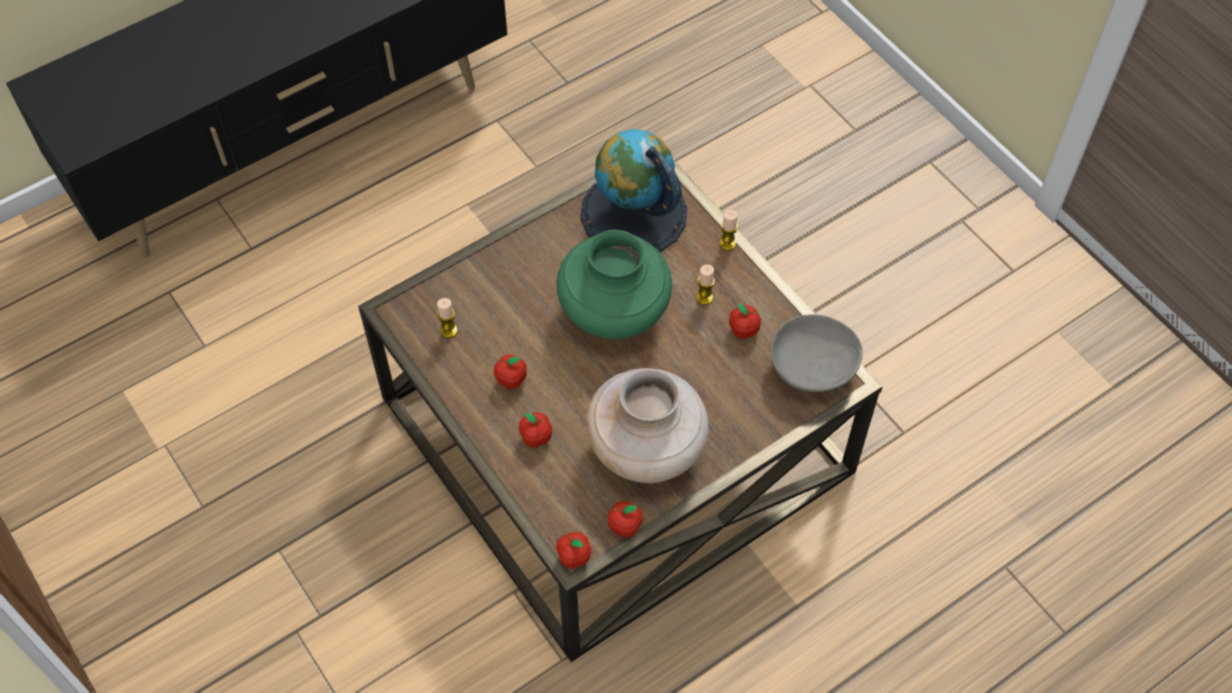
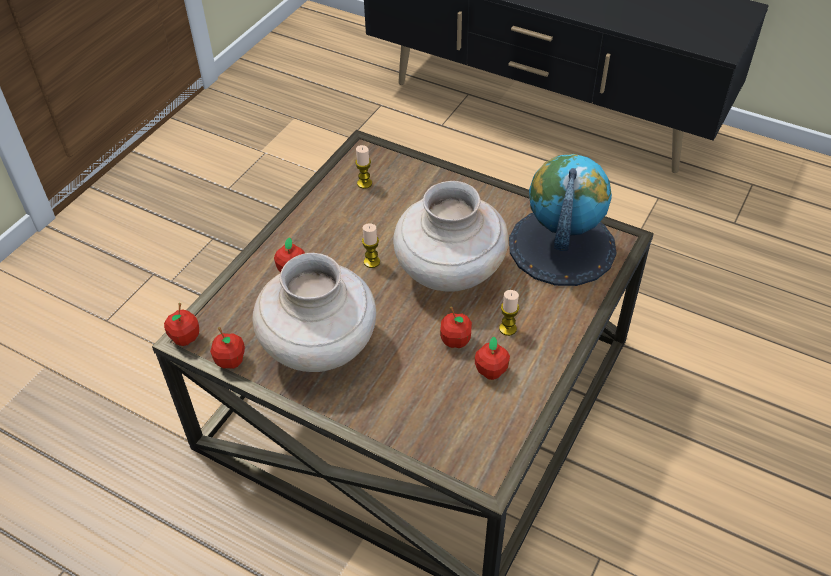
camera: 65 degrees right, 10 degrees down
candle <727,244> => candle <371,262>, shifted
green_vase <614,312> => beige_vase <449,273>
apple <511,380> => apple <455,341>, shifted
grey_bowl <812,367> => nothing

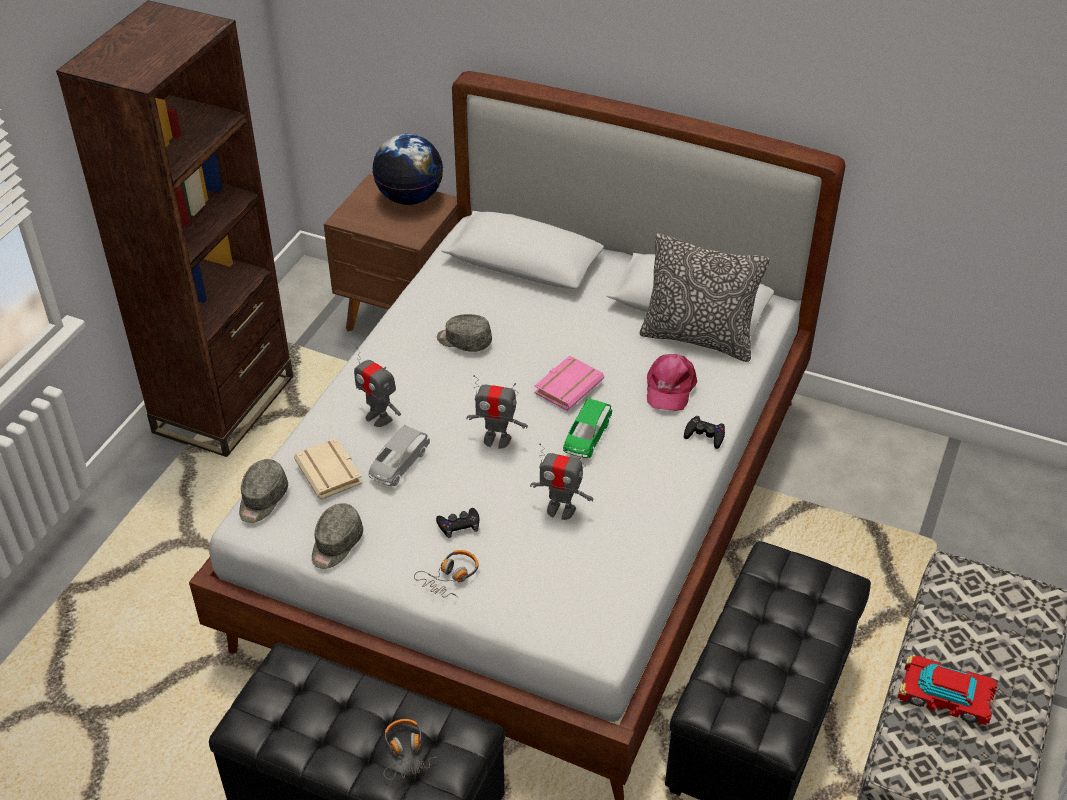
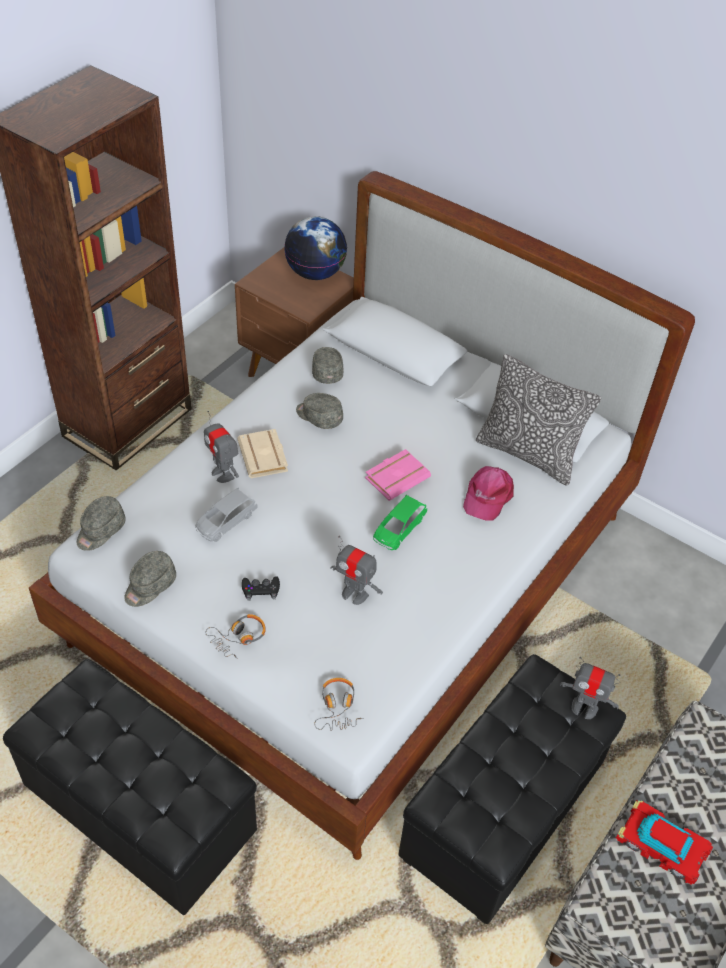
camera: 10 degrees right, 5 degrees up
beige_book <331,473> => beige_book <265,457>, shifted
nothing => grey_cap <326,370>
headphones <405,752> => headphones <337,708>, shifted
toy_robot <497,439> => toy_robot <584,708>, shifted
black_game_controller <705,435> => nothing

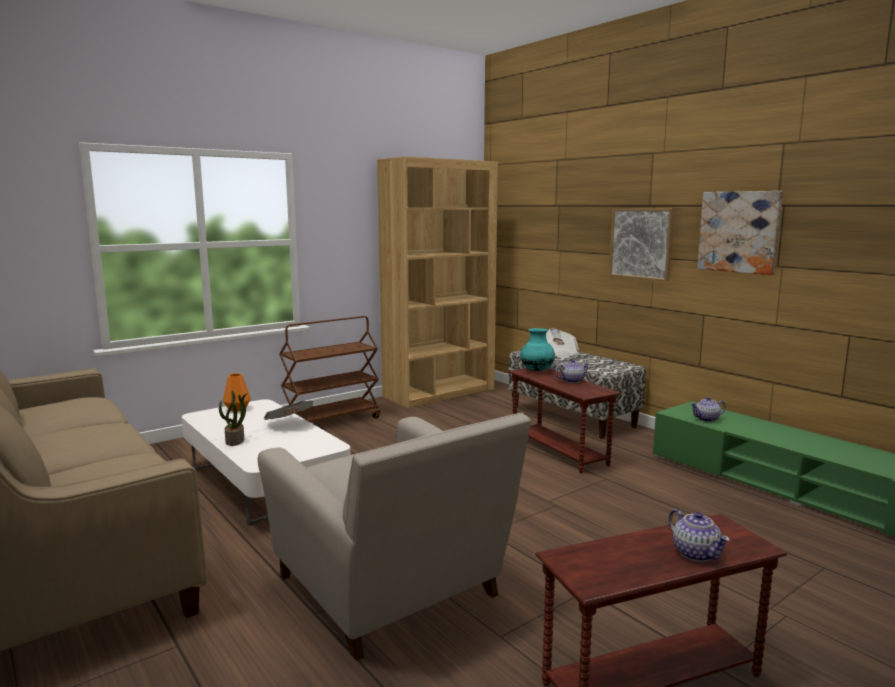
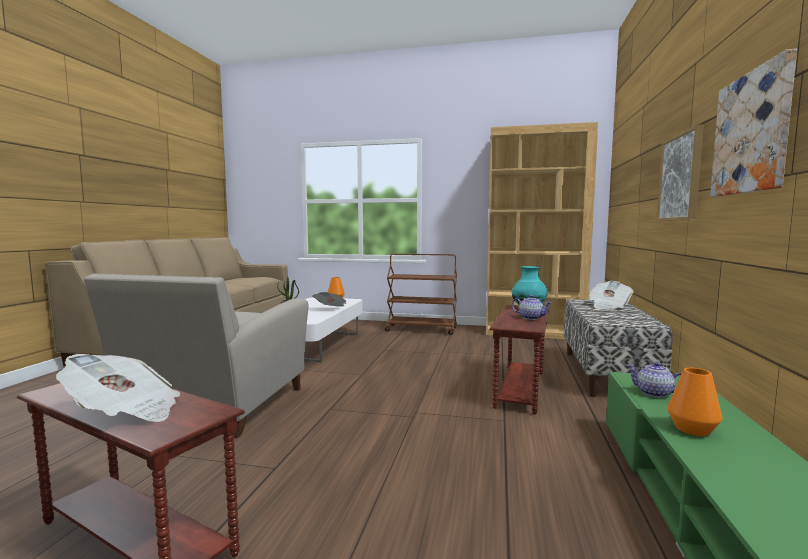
camera: 50 degrees right, 5 degrees down
teapot <695,553> => newspaper <126,412>
nothing => orange_vase <692,429>

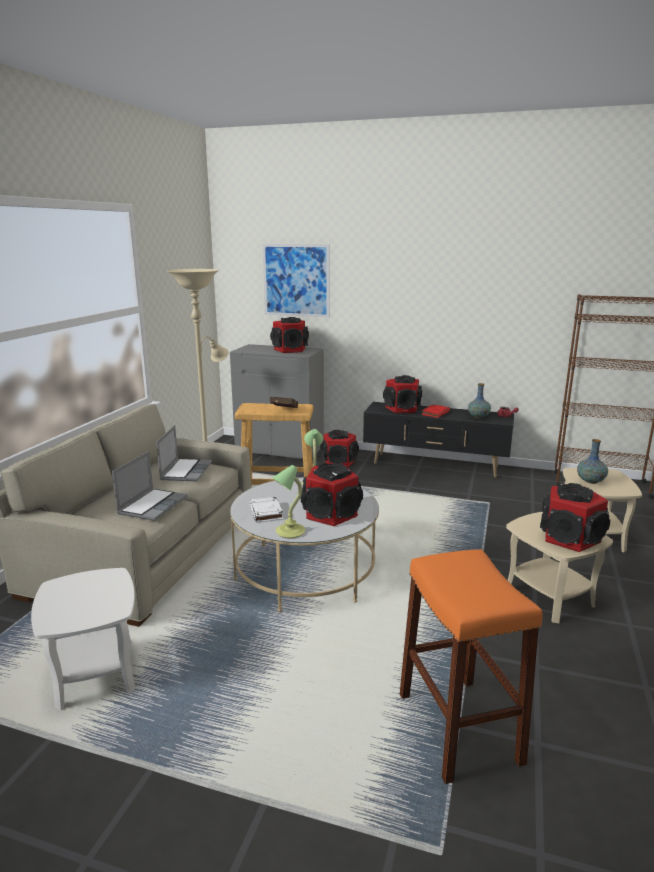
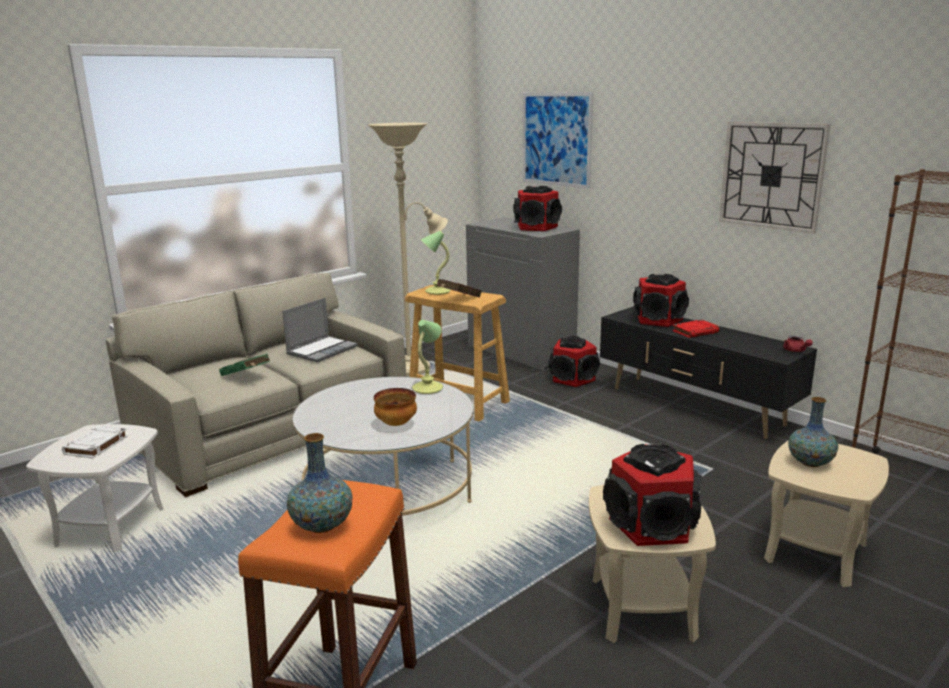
camera: 30 degrees right, 0 degrees up
white_book <266,513> => white_book <96,446>, shifted
laptop <152,505> => green_book <246,377>
vase <478,417> => vase <322,525>, shifted
speaker <331,514> => bowl <396,424>
table_lamp <289,532> => table_lamp <436,291>, shifted
nothing => wall_clock <772,175>

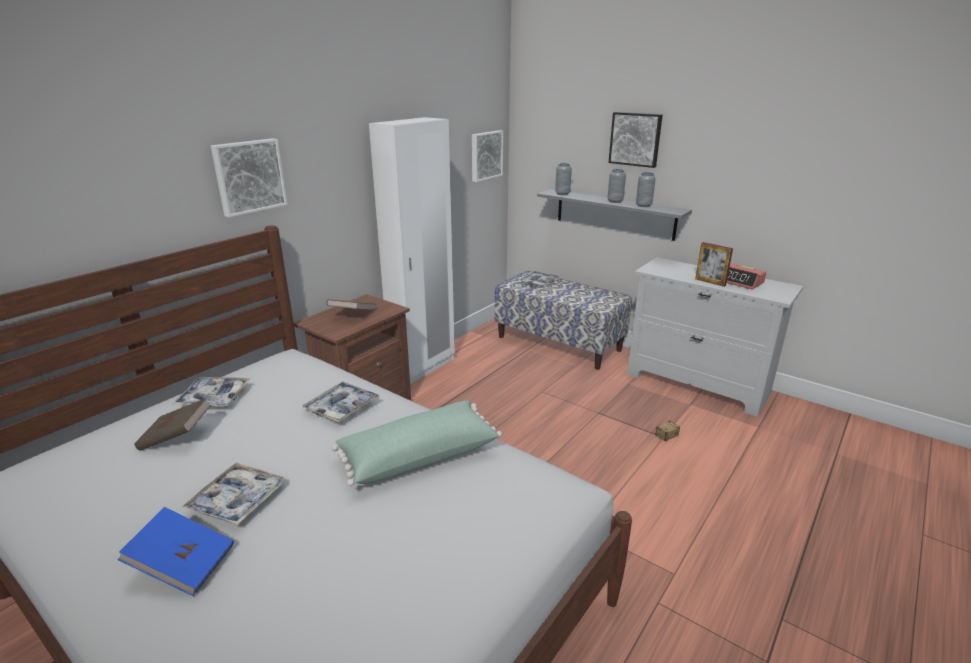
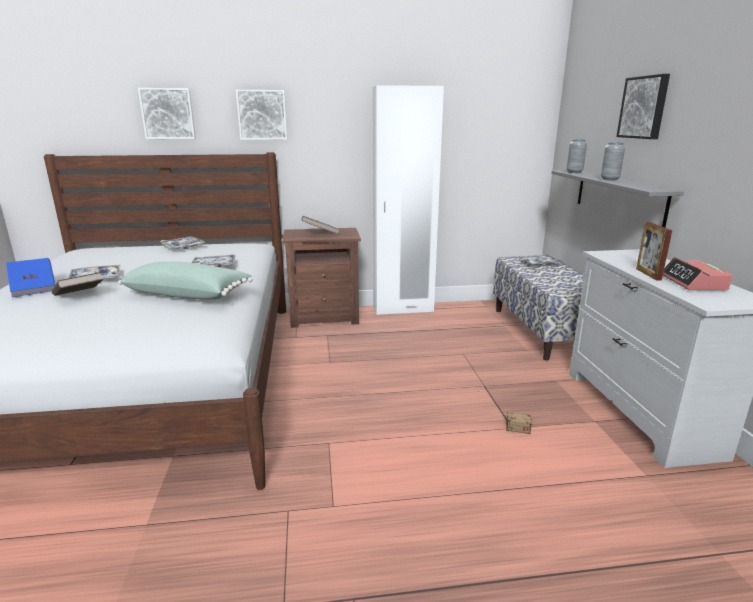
camera: 45 degrees right, 5 degrees down
brown_book <177,437> => brown_book <79,296>, shifted
picture <485,155> => picture <168,113>, shifted
grey_vase <643,206> => nothing

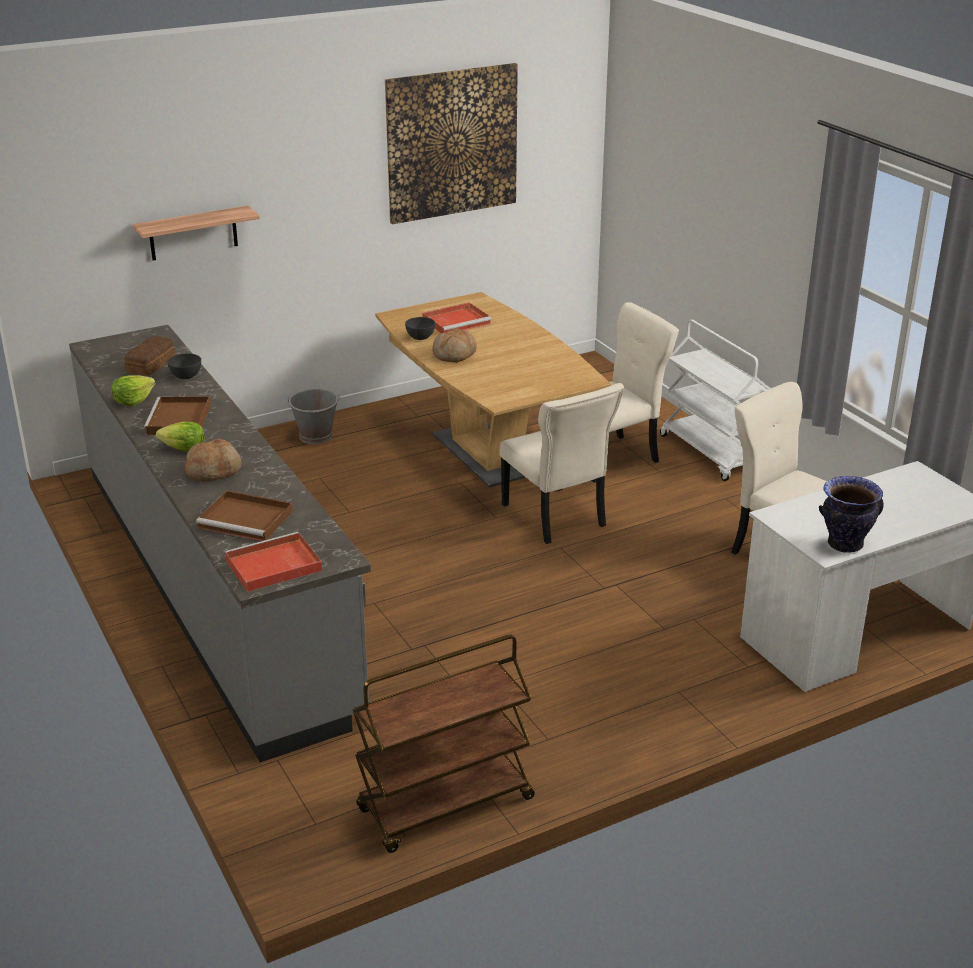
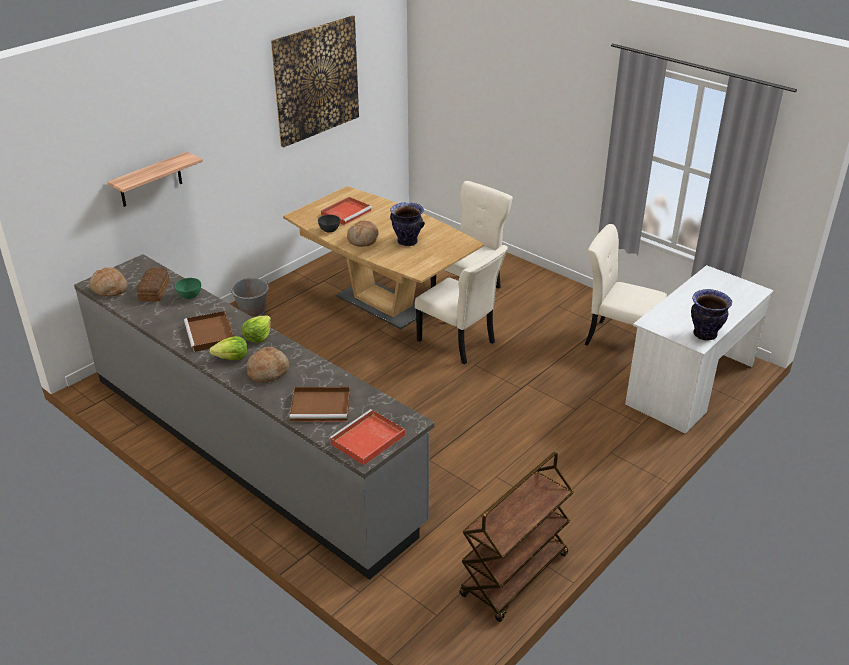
camera: 20 degrees left, 5 degrees up
nothing => bread <109,289>
grey_bowl <186,376> => green_bowl <189,296>
lettuce <133,400> => lettuce <258,336>, shifted
nothing => vase <407,242>
white_cart <712,453> => nothing

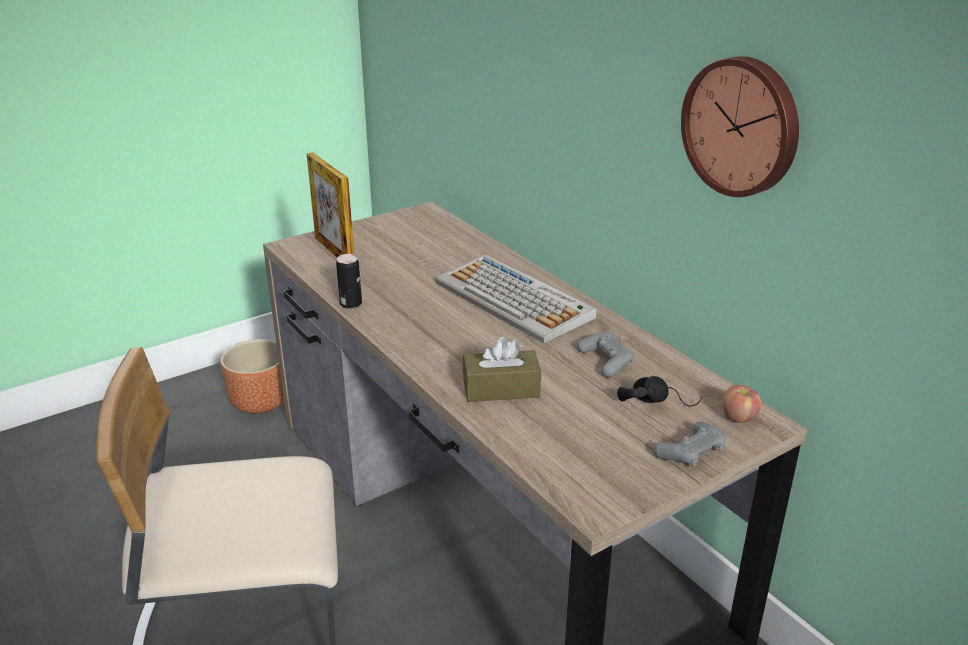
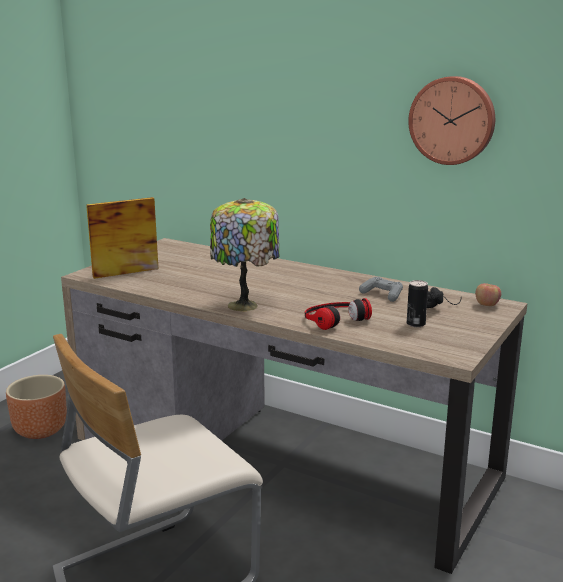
camera: 25 degrees left, 10 degrees down
picture_frame <334,252> => picture_frame <126,272>, 120 degrees clockwise
nothing => table_lamp <245,306>
brown_tissue_box <501,389> => headphones <334,318>
can <351,304> => can <416,324>, shifted
keyboard <515,300> => nothing
grey_game_controller <691,453> => nothing

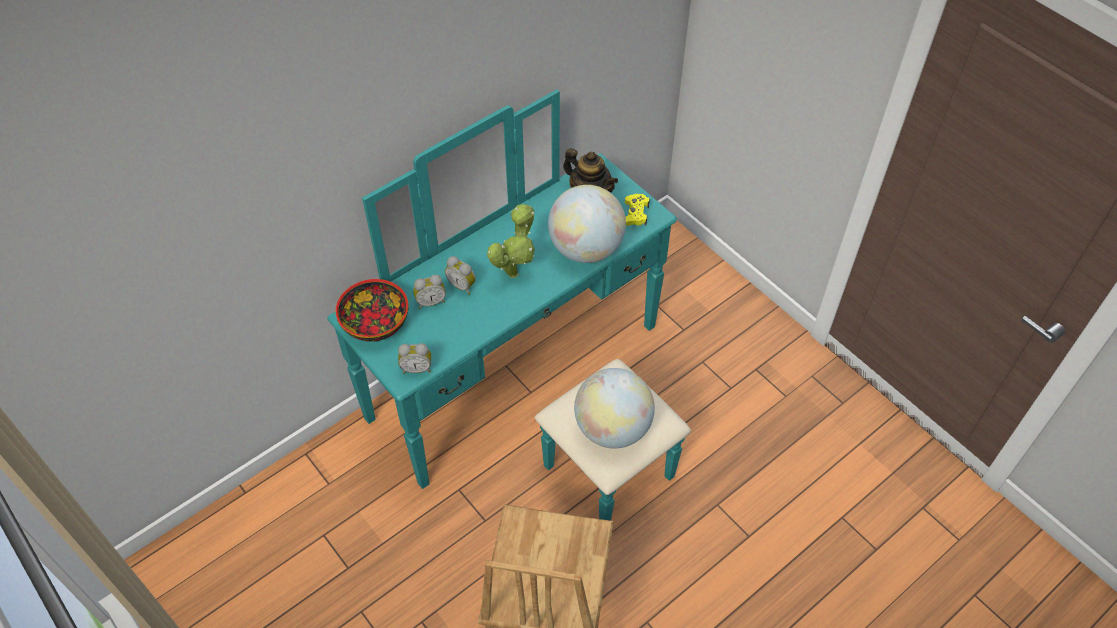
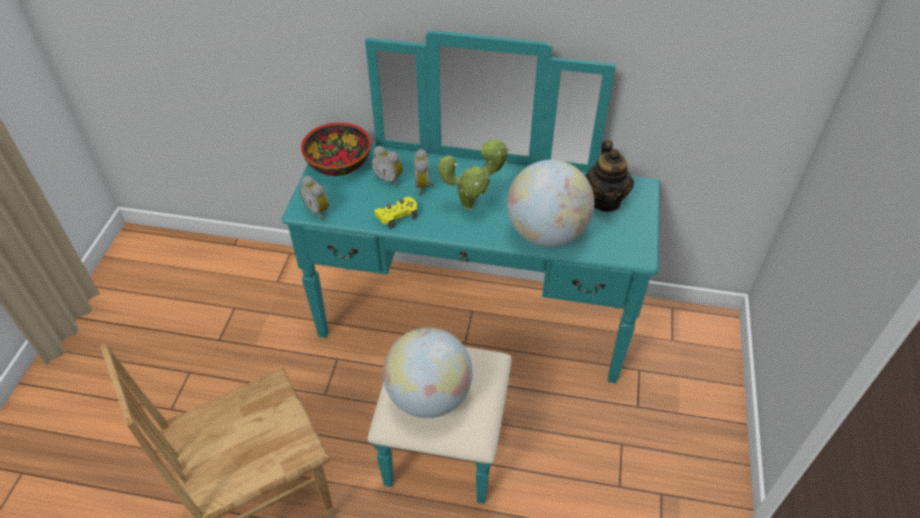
camera: 50 degrees right, 5 degrees down
yellow_game_controller <635,214> => yellow_game_controller <397,215>, shifted

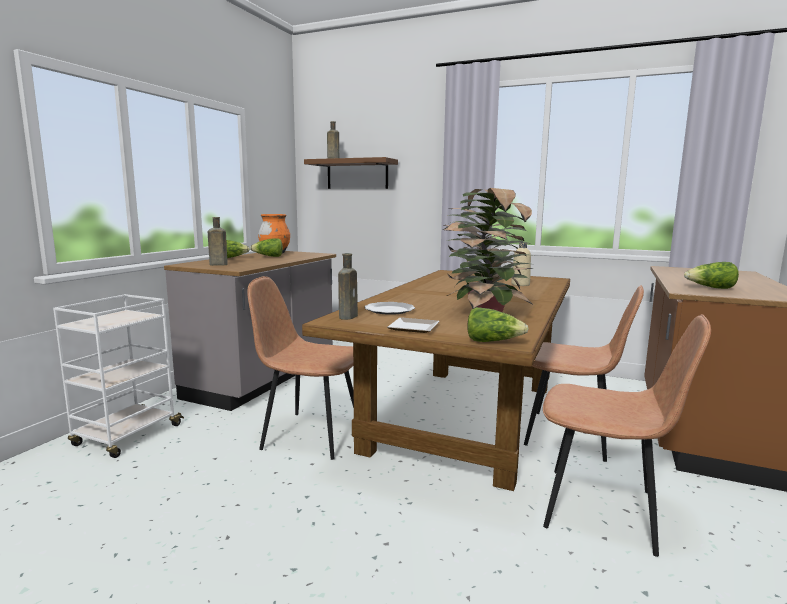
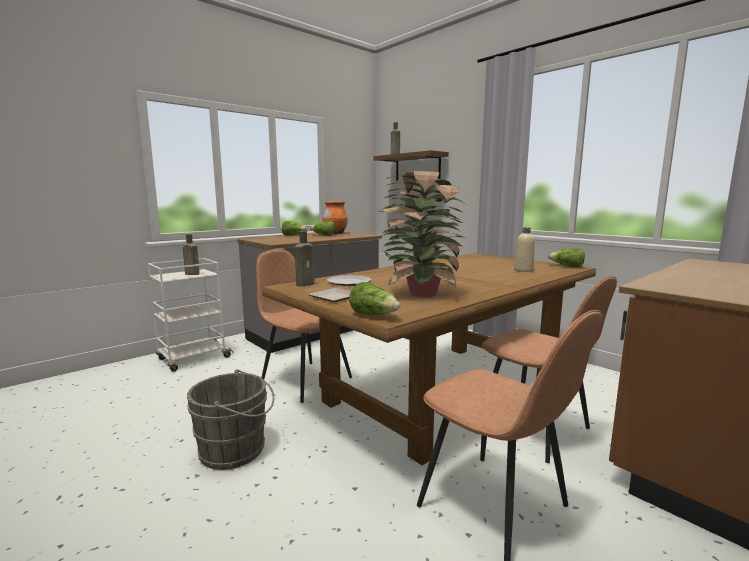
camera: 25 degrees right, 0 degrees up
brown_bottle <217,265> => brown_bottle <191,274>, shifted
nothing => grey_bucket <236,450>
lettuce <710,288> => lettuce <567,266>, shifted

